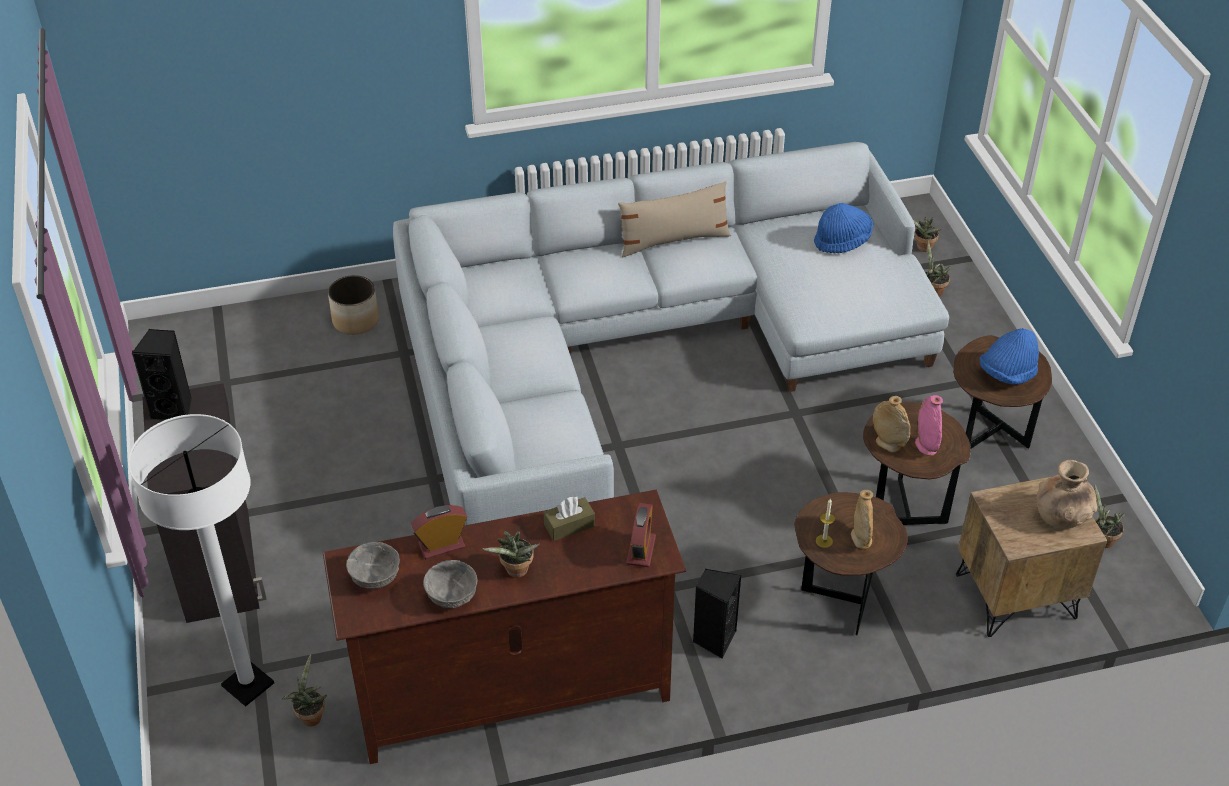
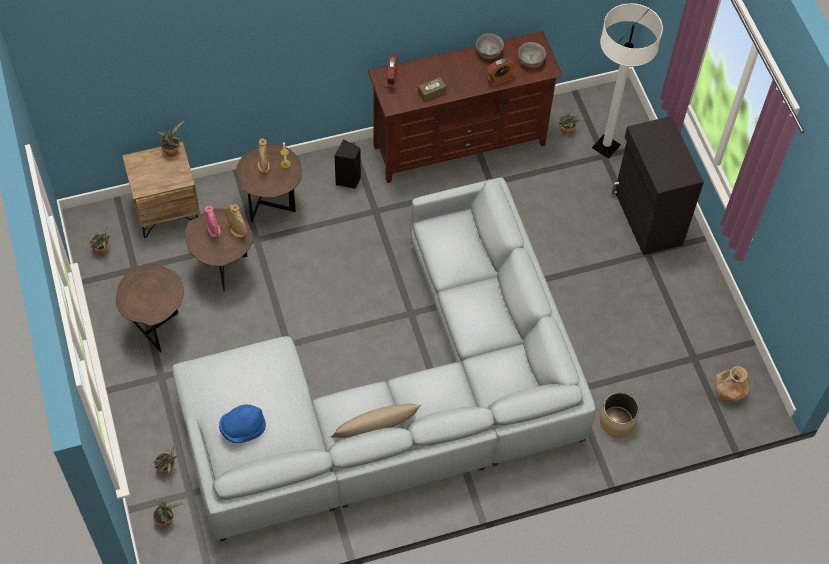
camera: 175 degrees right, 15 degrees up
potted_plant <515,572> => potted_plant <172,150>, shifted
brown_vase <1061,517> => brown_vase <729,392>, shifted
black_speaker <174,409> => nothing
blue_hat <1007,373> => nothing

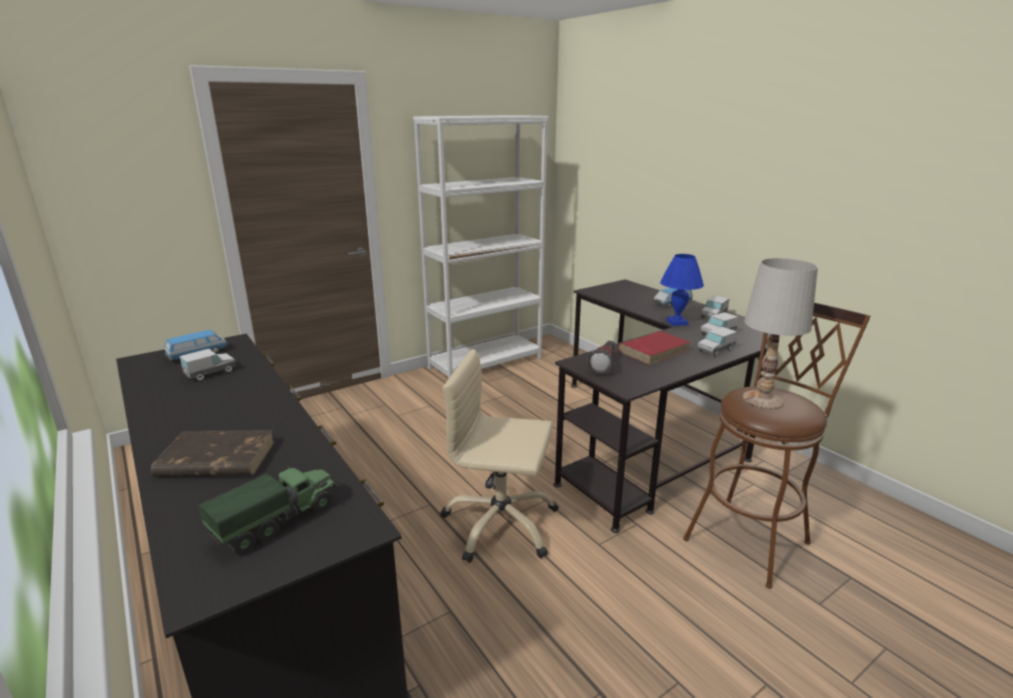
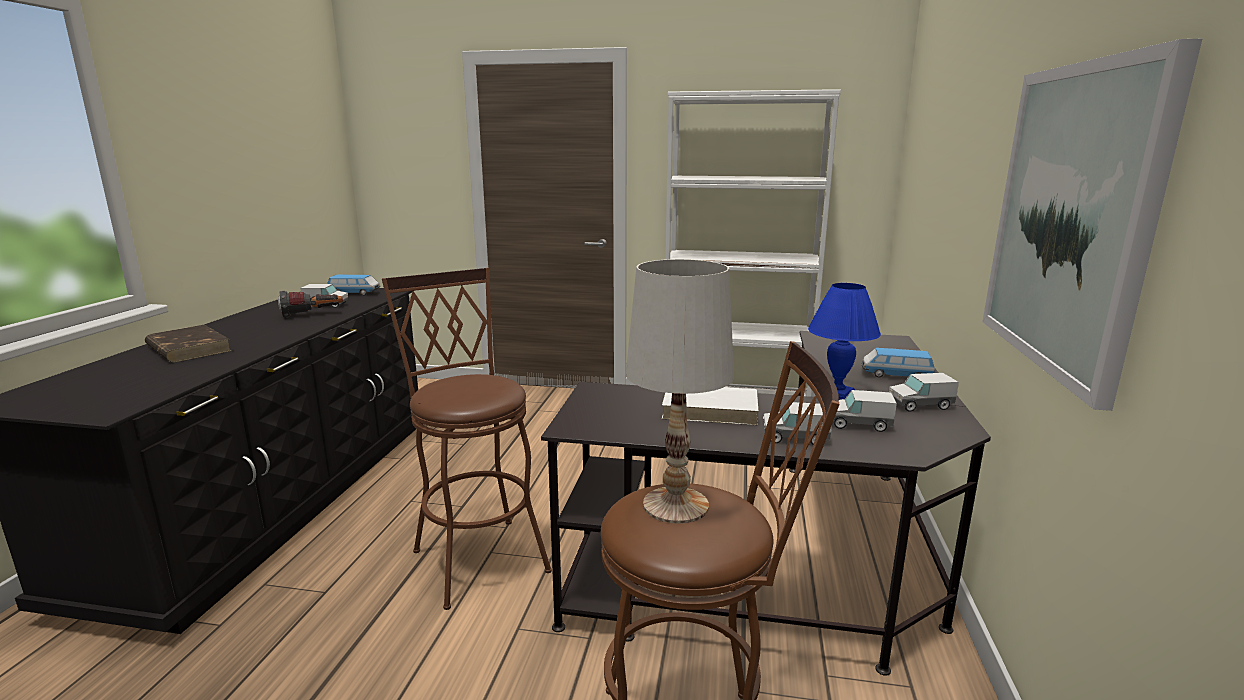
camera: 45 degrees right, 5 degrees down
flashlight <604,365> => flashlight <313,314>, shifted
beige_office_chair <500,524> => brown_stool <477,554>
red_book <654,350> => white_book <711,409>
nothing => picture <1070,219>
toy_truck <278,521> => nothing

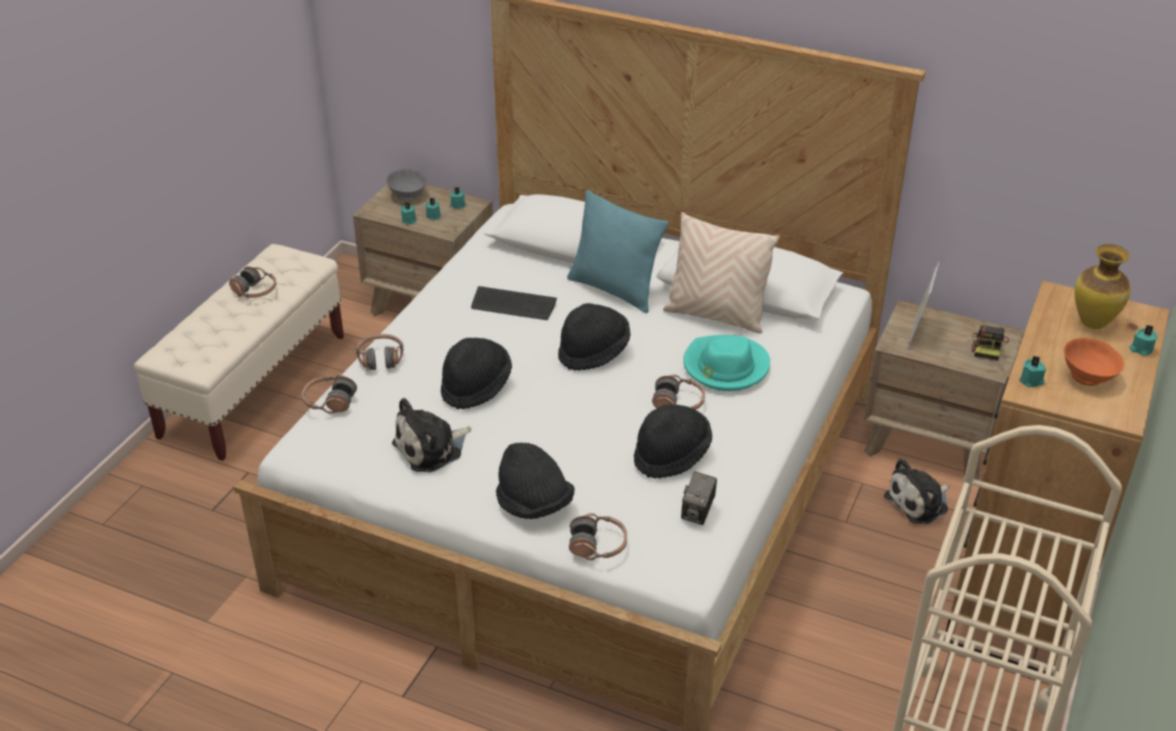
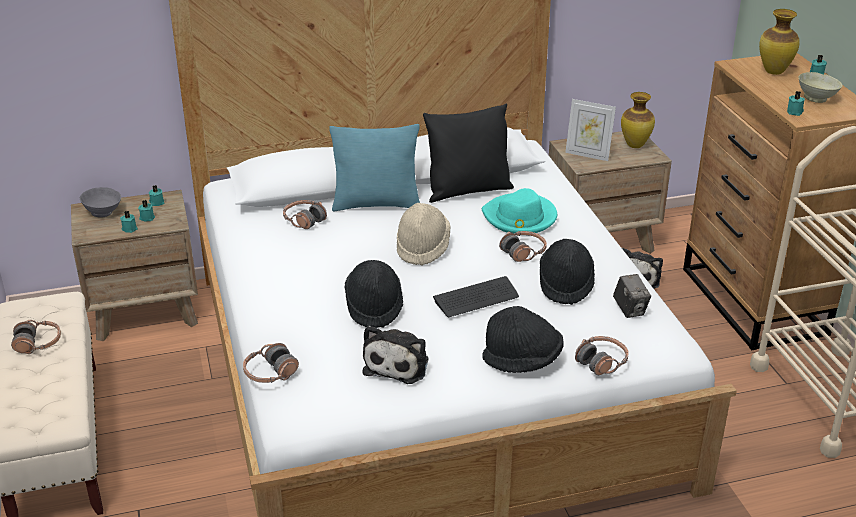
camera: 40 degrees left, 5 degrees down
headphones <380,359> => headphones <304,220>, shifted
black_hat <594,352> => beige_hat <422,247>
beige_pillow <716,315> => black_pillow <468,191>
keyboard <513,305> => keyboard <476,298>, shifted
picture_frame <918,333> => picture_frame <588,154>, 45 degrees counterclockwise
photo_camera <988,346> => vase <635,145>
orange_bowl <1088,378> => beige_bowl <817,99>

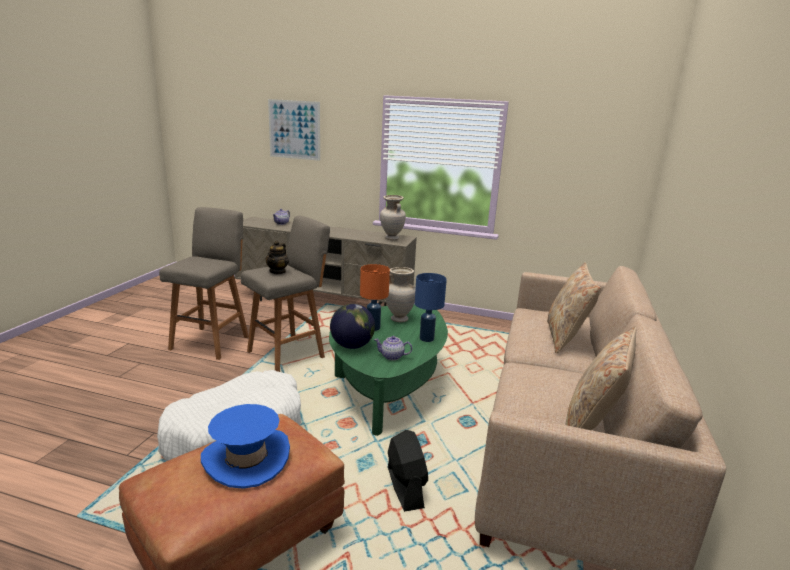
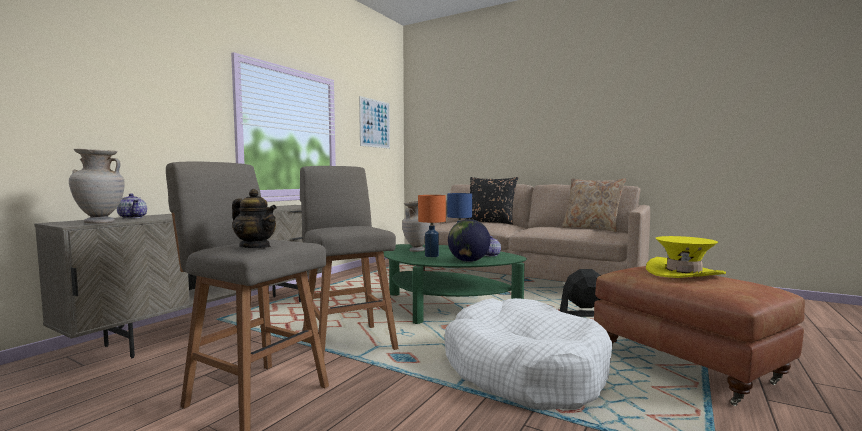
camera: 75 degrees left, 15 degrees down
beige_vase <391,238> => beige_vase <100,222>, shifted
teapot <278,271> => teapot <255,247>, shifted
picture <294,129> => picture <374,123>, shifted
beige_pillow <565,338> => black_pillow <490,222>
blue_hat <246,458> => yellow_hat <683,273>

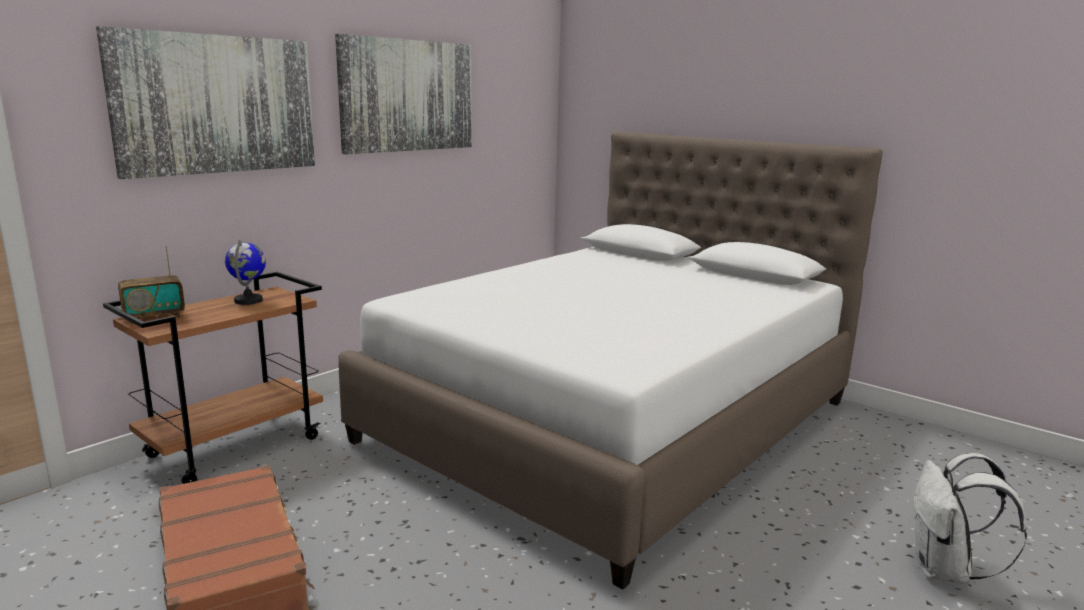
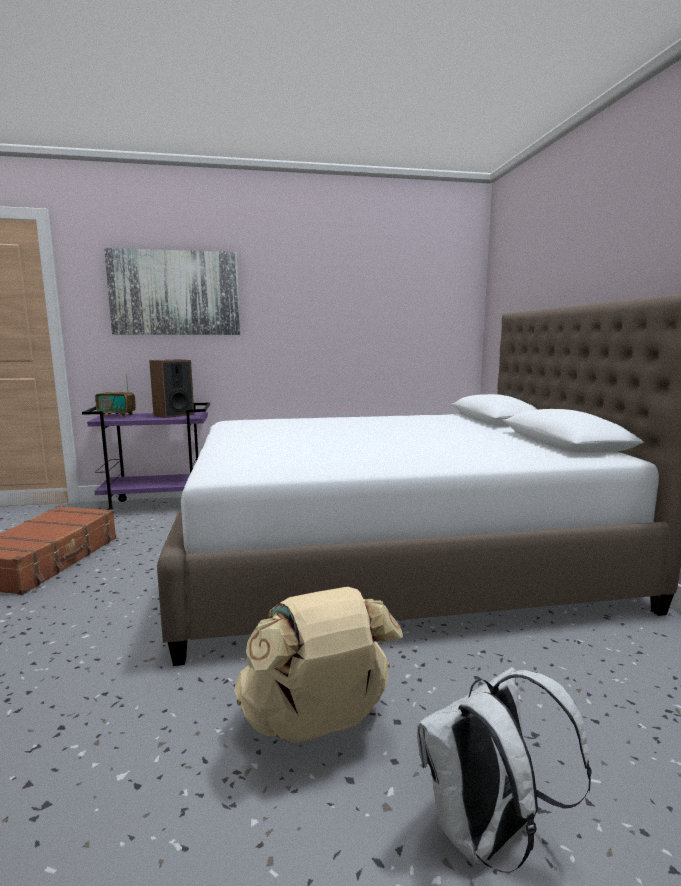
camera: 40 degrees right, 5 degrees down
brown_cart <235,446> => purple_cart <159,506>
globe <249,300> => speaker <173,415>
nothing => beige_backpack <317,724>
picture <408,96> => nothing

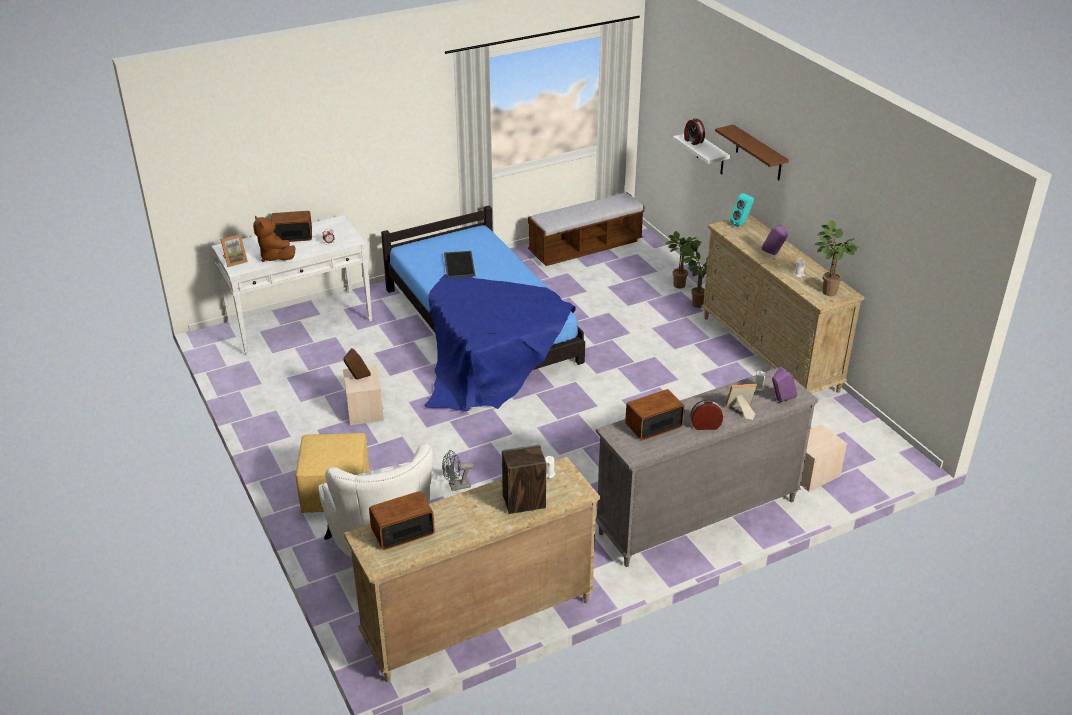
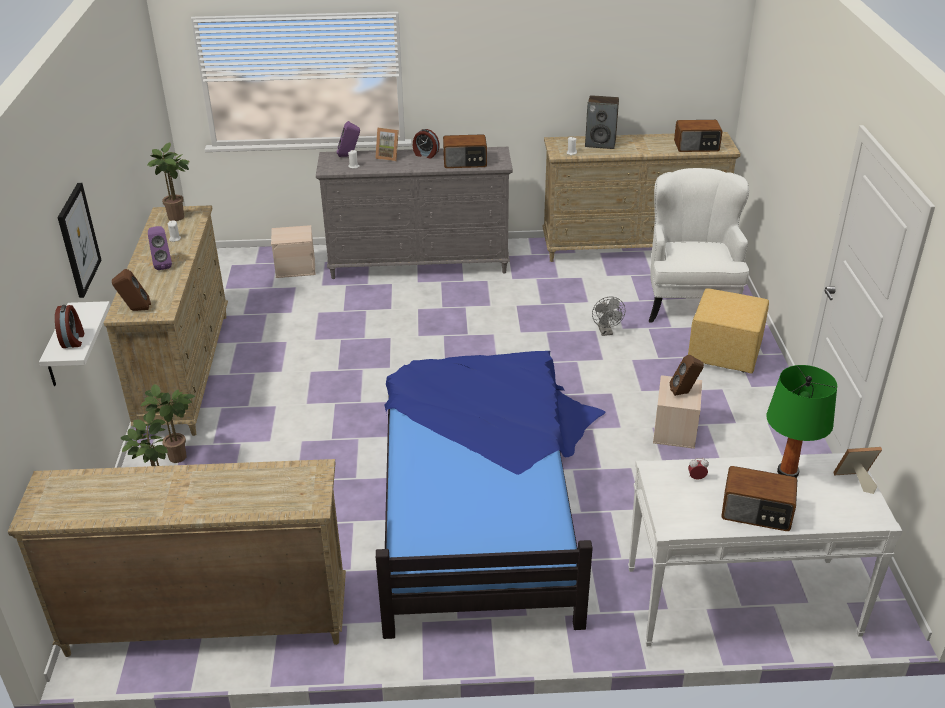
camera: 155 degrees left, 0 degrees up
bench <585,247> => beige_dresser <206,622>
brown_shelf <759,153> => picture <78,240>
turquoise_speaker <741,224> => brown_speaker <135,310>
grey_fan <456,487> => grey_fan <606,332>, 75 degrees clockwise
brown_plush_toy <275,257> => green_table_lamp <788,472>
tray <458,264> => nothing

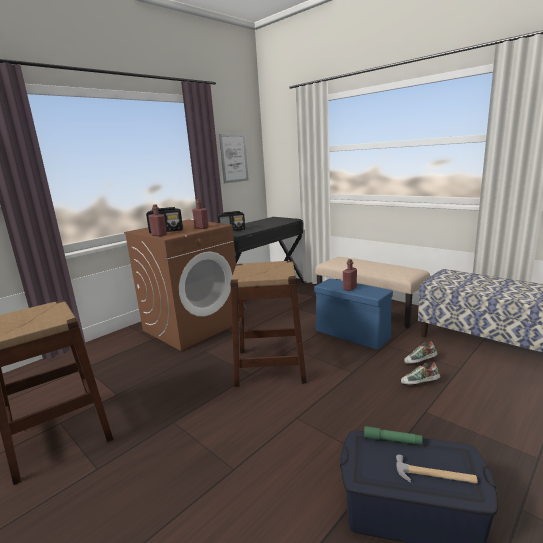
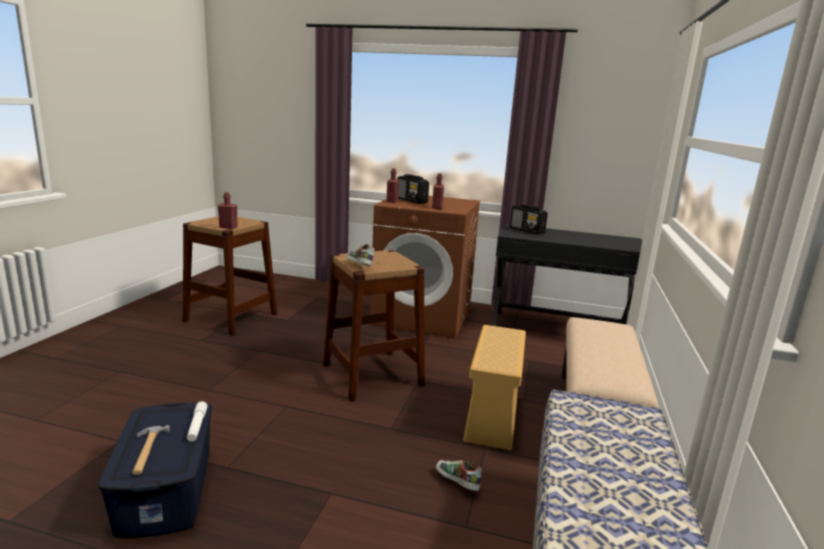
camera: 60 degrees right, 0 degrees up
green_flashlight <392,440> => white_flashlight <197,426>
red_bottle <349,288> => red_bottle <228,227>, shifted
shoe <419,384> => shoe <359,266>, shifted
blue_storage_box <353,334> => beige_storage_box <492,417>
picture <234,158> => nothing

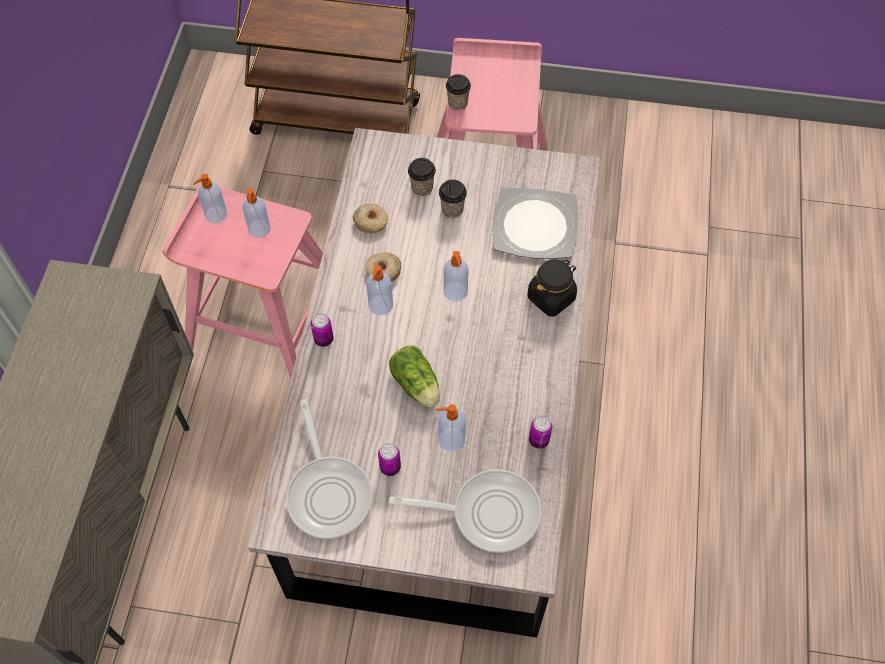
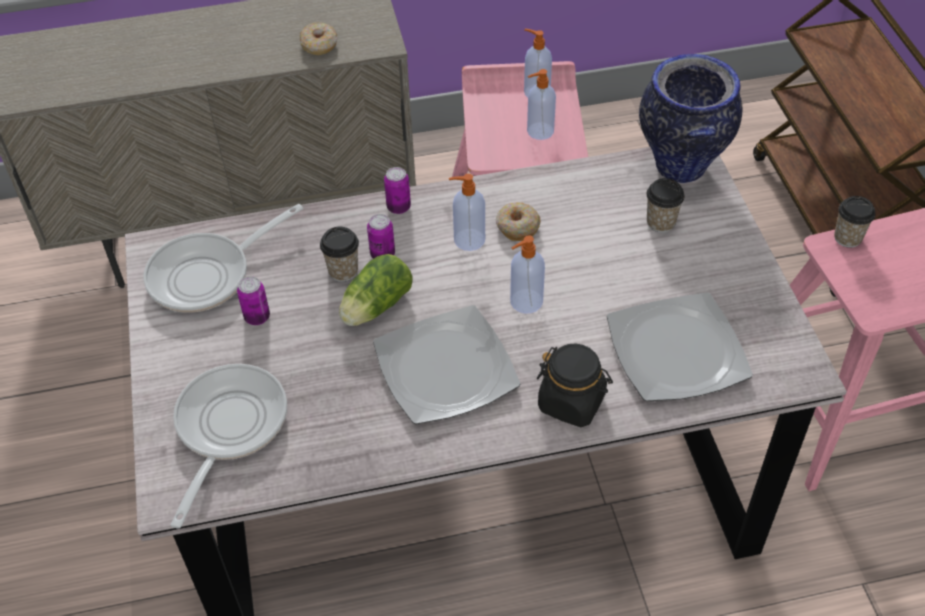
camera: 70 degrees right, 10 degrees down
frying_pan <488,513> => frying_pan <228,428>, 150 degrees counterclockwise
donut <371,222> => donut <319,45>, shifted
cup <452,210> => cup <343,271>, shifted
can <538,440> => can <382,254>, shifted
nothing => plate <445,370>
nothing => vase <681,168>
soap_dispenser <450,440> => nothing

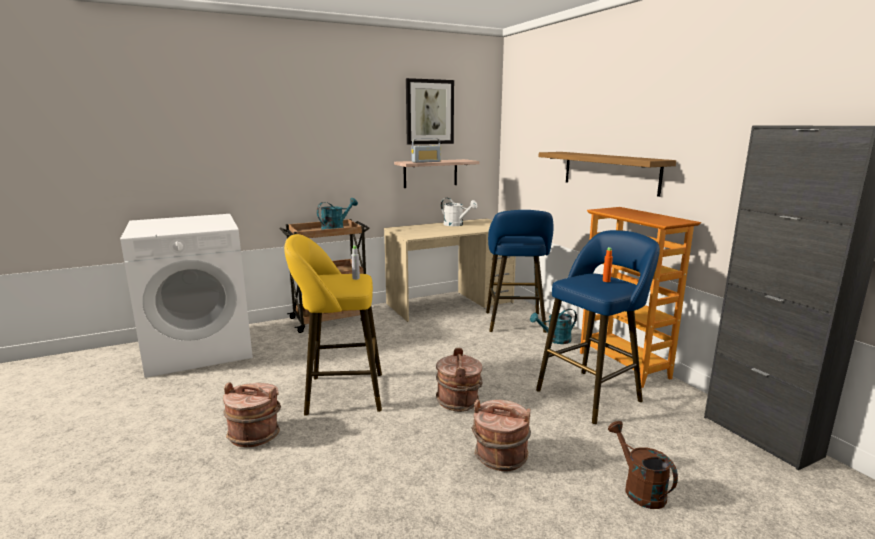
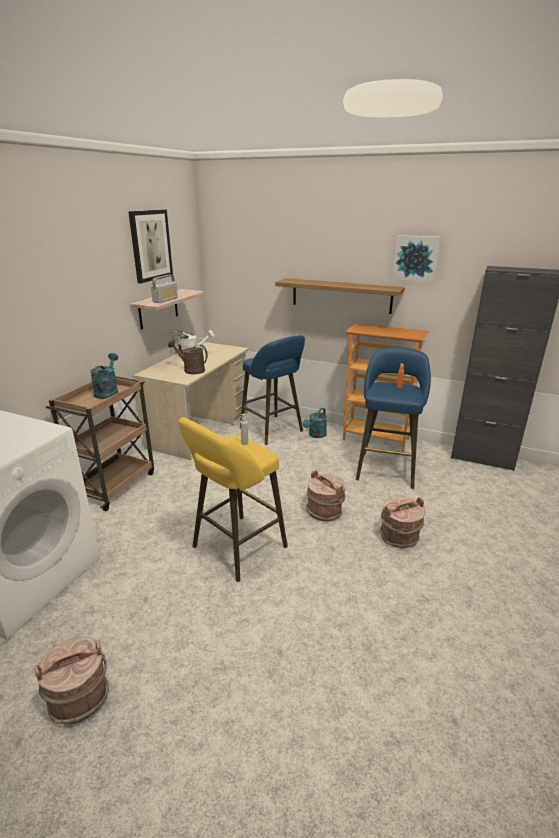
camera: 40 degrees left, 10 degrees up
brown_bucket <255,435> => brown_bucket <80,698>, shifted
brown_watering_can <639,489> => brown_watering_can <191,370>, shifted
nothing => picture <416,258>

